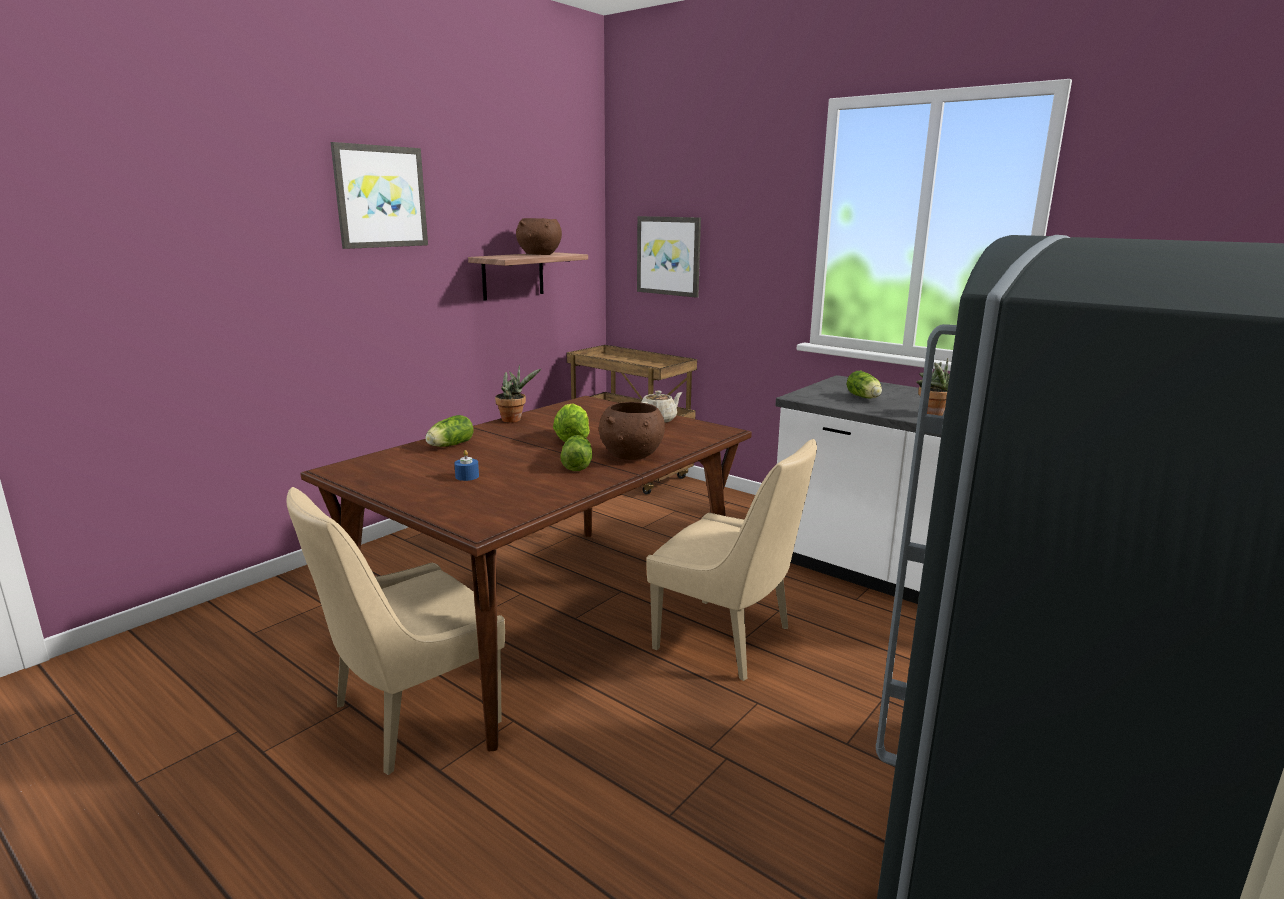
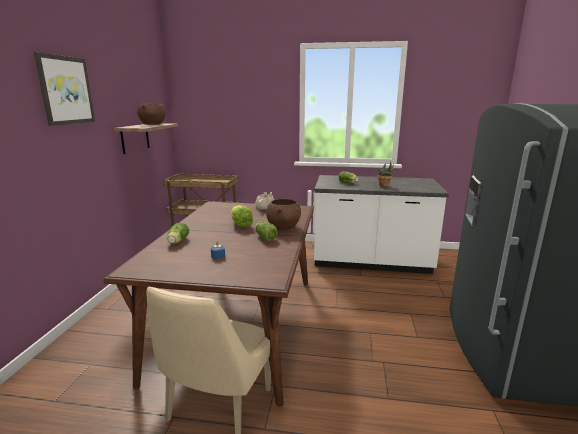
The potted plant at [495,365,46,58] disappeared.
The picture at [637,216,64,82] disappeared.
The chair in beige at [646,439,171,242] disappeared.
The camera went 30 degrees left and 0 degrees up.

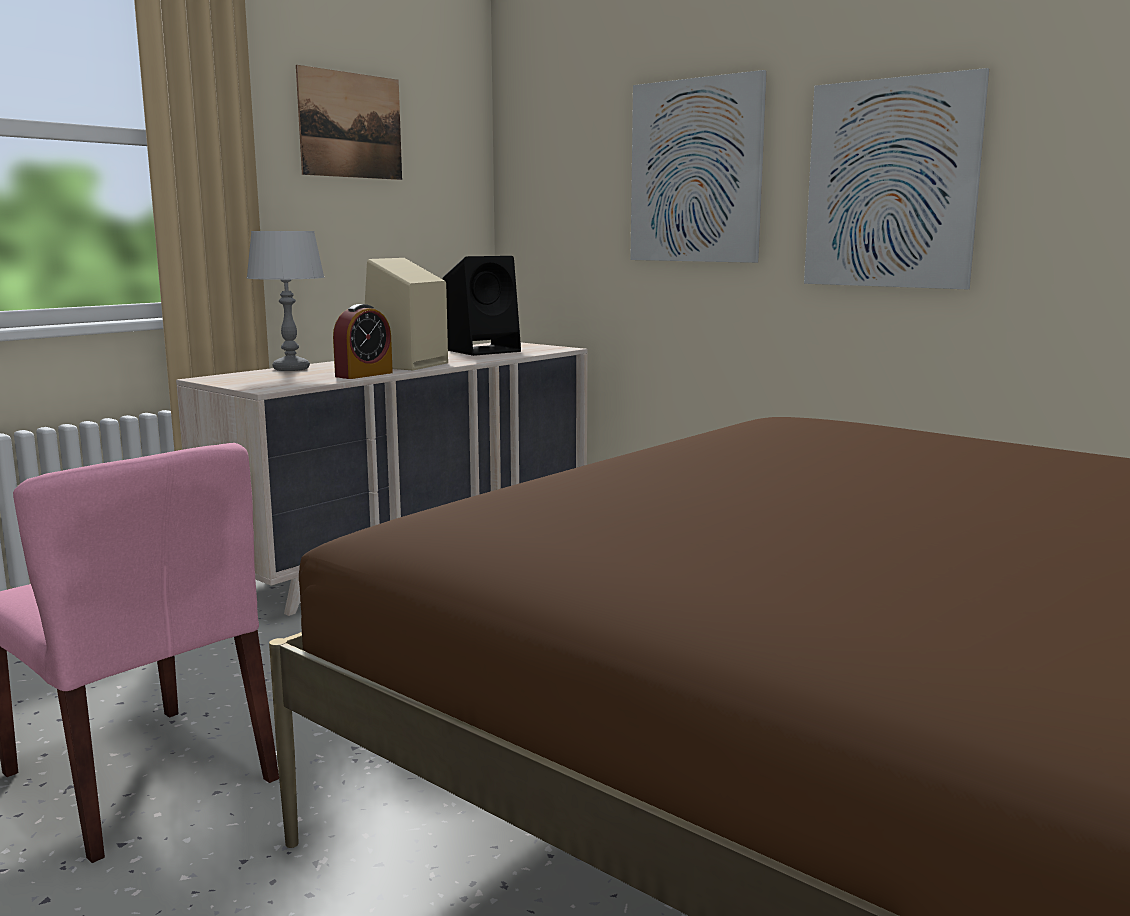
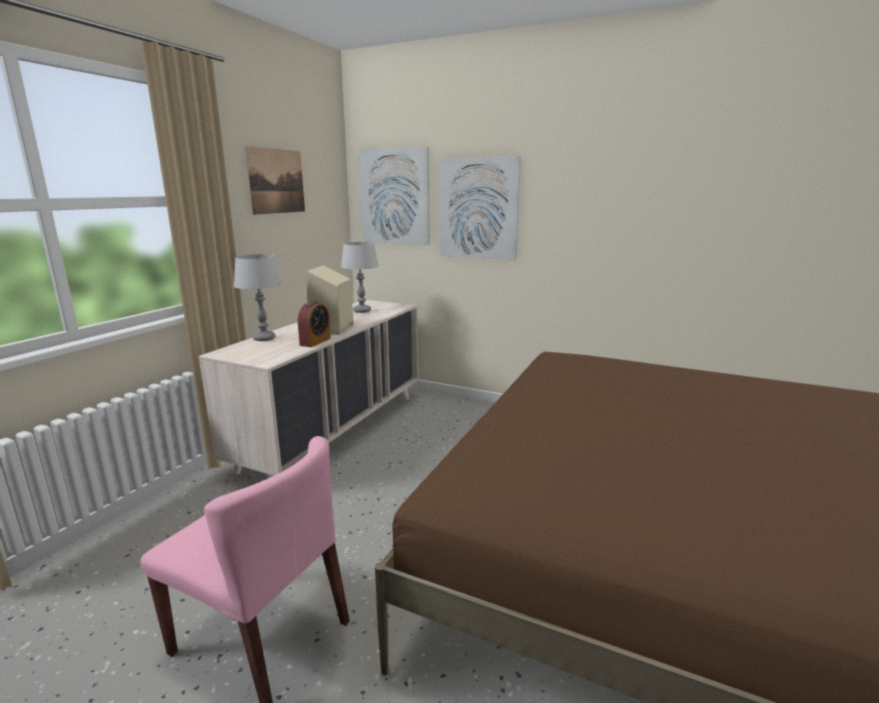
The picture moved from [804,68,185,221] to [358,147,72,98].
The speaker in black at [443,256,78,100] was replaced by the table lamp in grey at [341,242,38,71].
The camera went 15 degrees left and 5 degrees up.

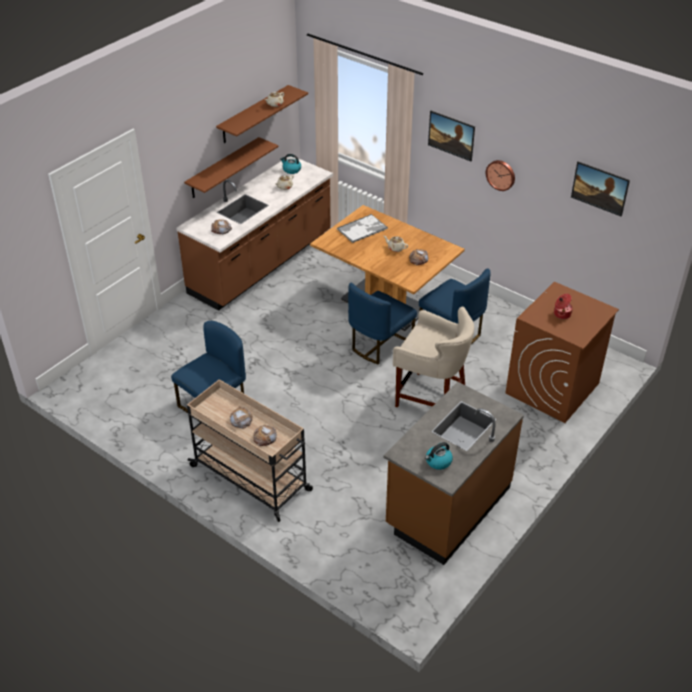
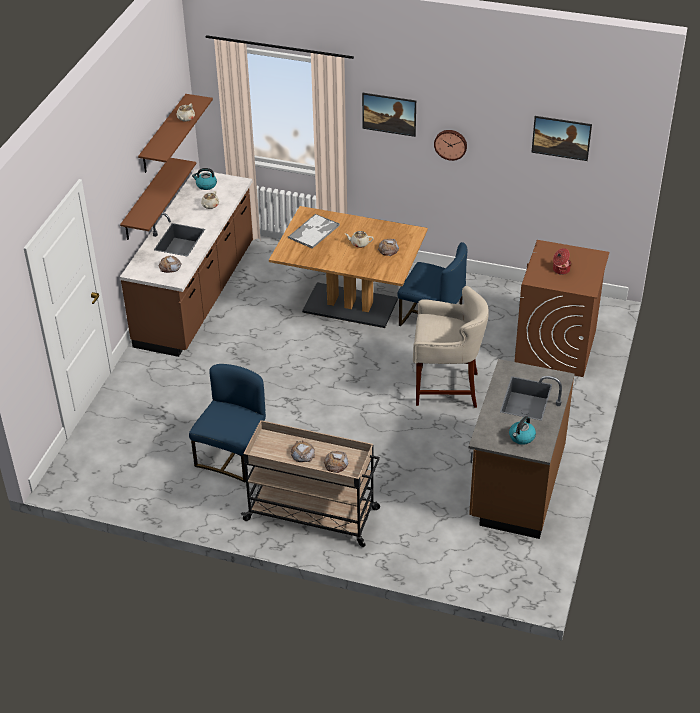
The chair in blue at [348,283,69,81] disappeared.
The camera went 20 degrees left and 0 degrees up.

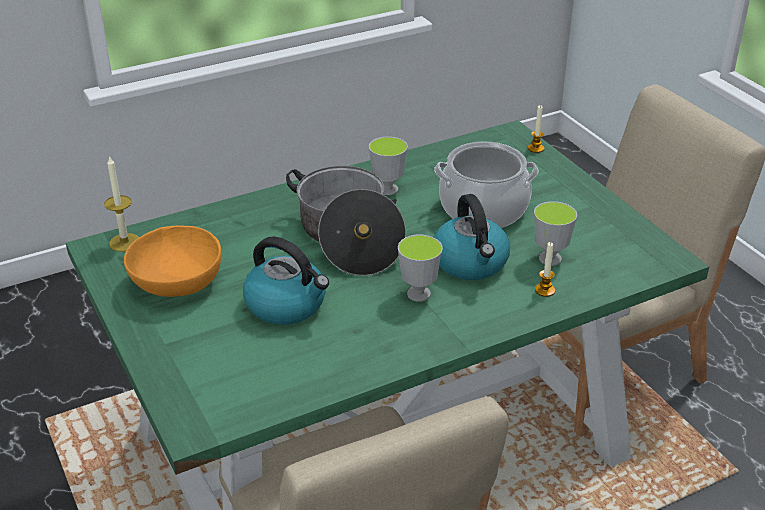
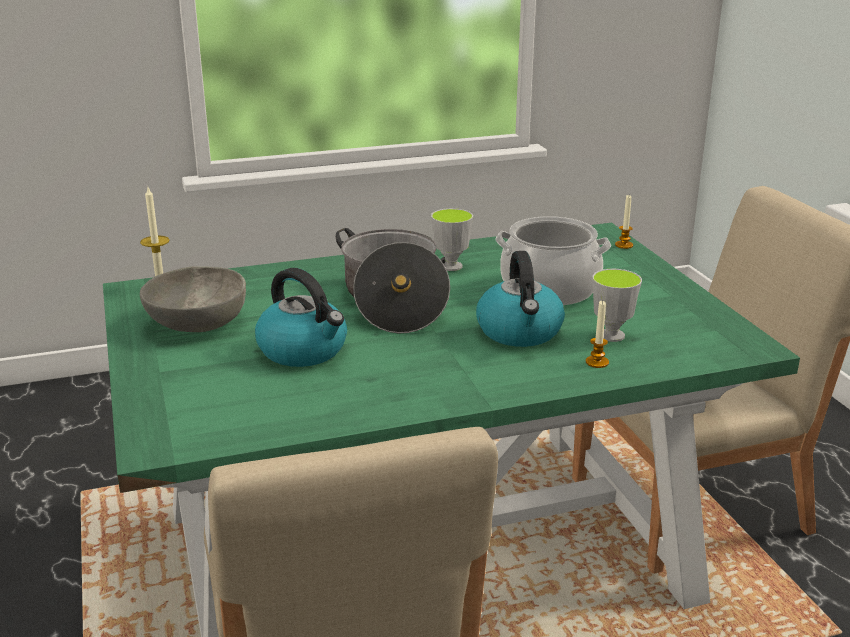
The cup at [398,235,45,67] disappeared.
The bowl in orange at [124,225,97,72] became the bowl in grey at [140,266,106,66].
The camera went 10 degrees right and 10 degrees down.

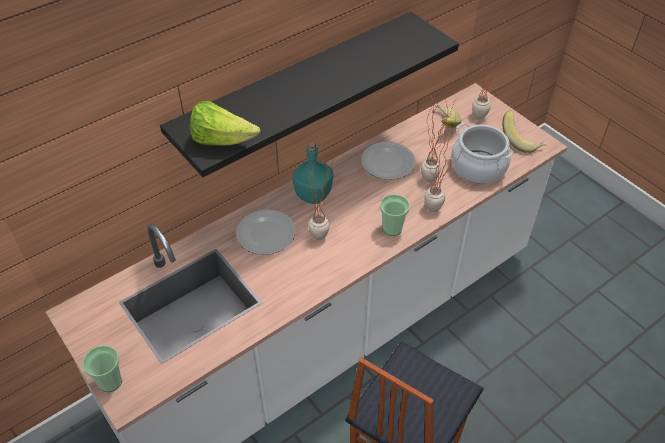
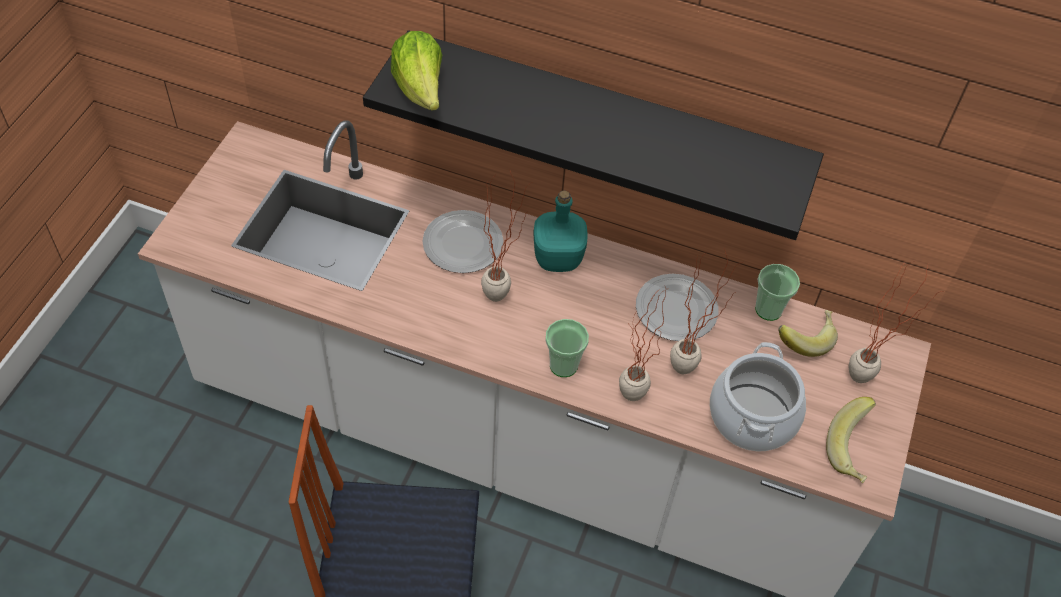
The cup moved from [83,345,39,47] to [755,264,45,57].
The camera went 55 degrees right and 5 degrees up.

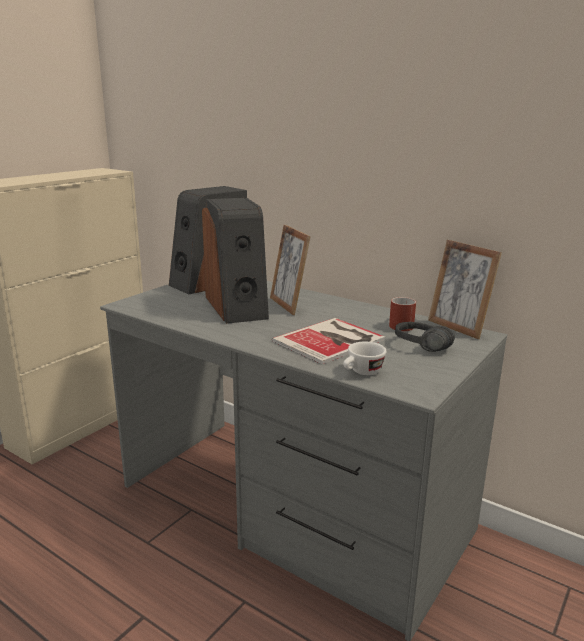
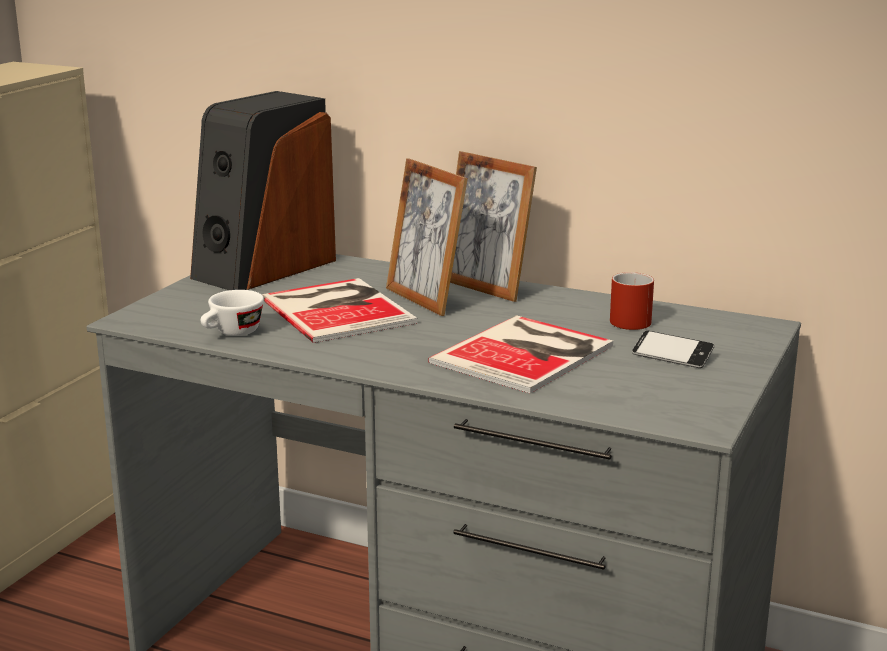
The cup in white moved from [343,342,44,33] to [201,290,63,46].
The picture frame moved from [428,240,74,99] to [450,151,87,151].
The speaker at [202,198,67,126] was replaced by the book at [262,278,155,65].
The headphones in black at [395,322,60,30] was replaced by the phone at [632,330,82,38].
The camera went 10 degrees left and 0 degrees up.

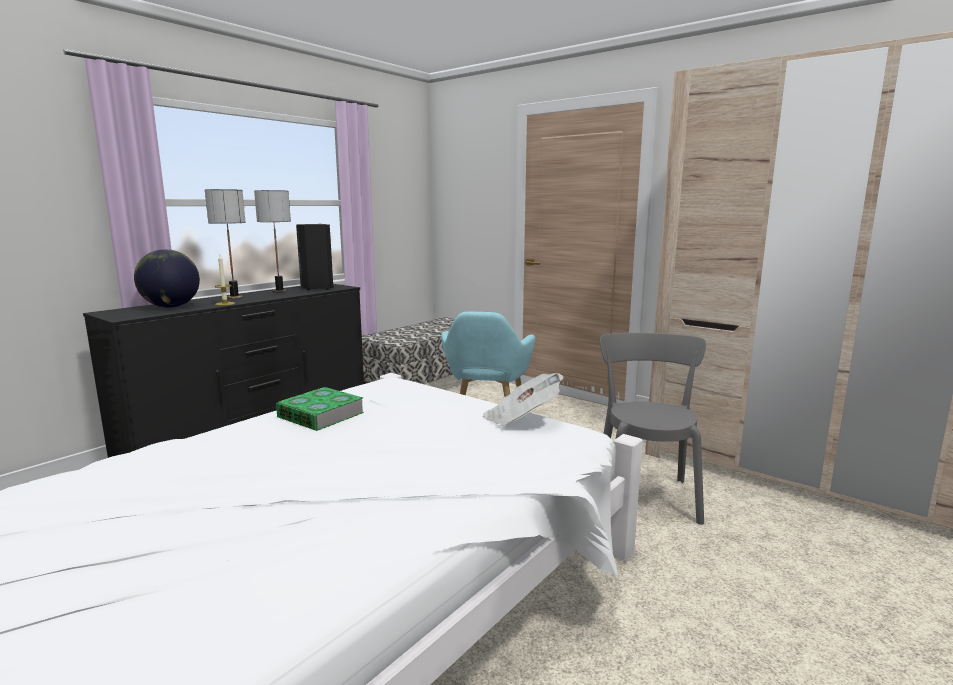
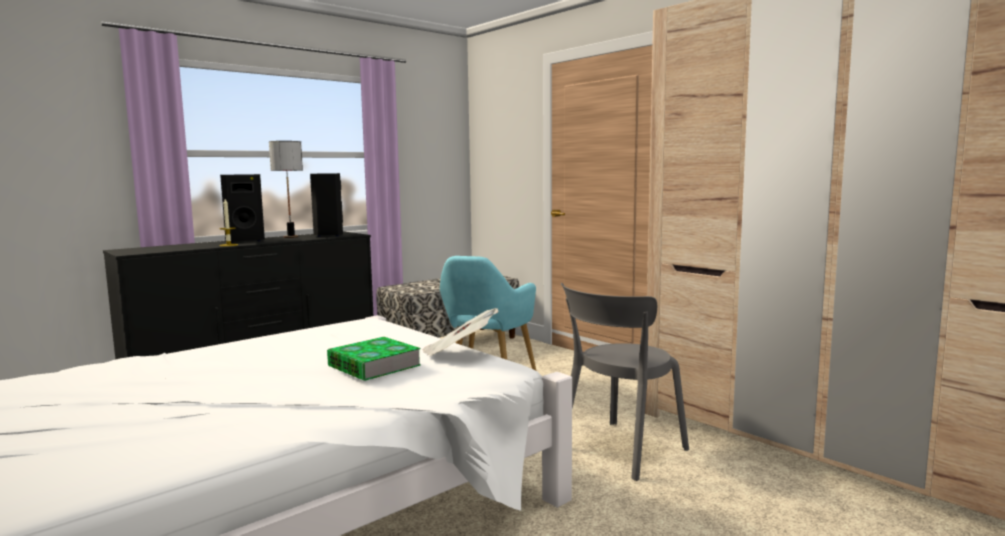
The globe at [134,249,66,59] disappeared.
The book moved from [276,387,88,44] to [327,337,94,44].
The table lamp at [205,189,41,110] was replaced by the speaker in black at [220,174,45,69].
The chair in grey at [600,333,106,192] turned 150 degrees counterclockwise.
The camera went 10 degrees right and 5 degrees down.

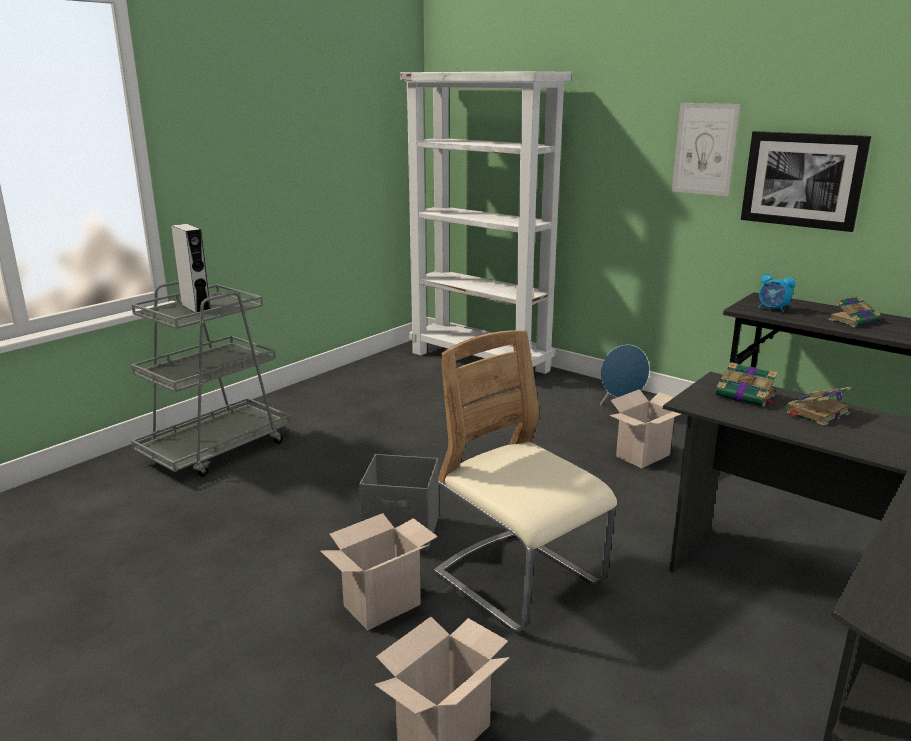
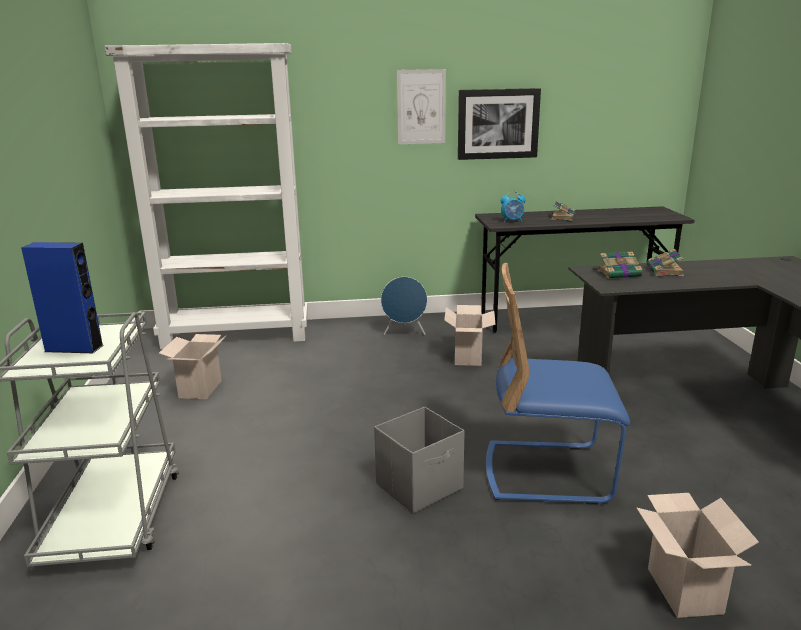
The cardboard box moved from [320,513,118,117] to [159,334,68,65].
The speaker in grey at [171,224,40,89] became the speaker in blue at [21,242,83,111].
The chair in beige at [434,330,183,302] became the chair in blue at [486,263,144,242].
The camera went 45 degrees left and 0 degrees up.

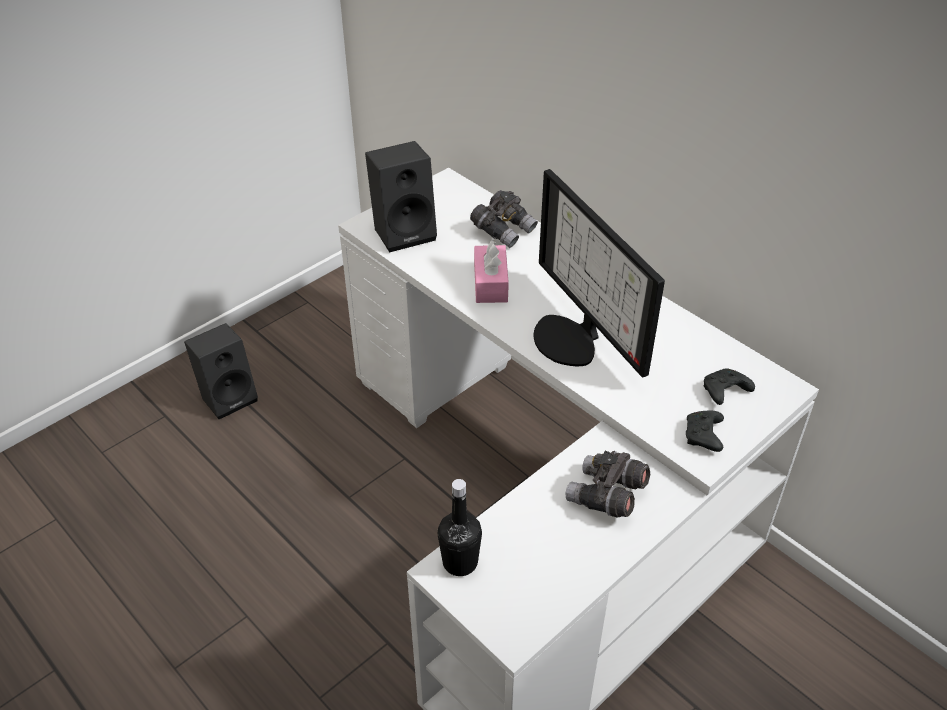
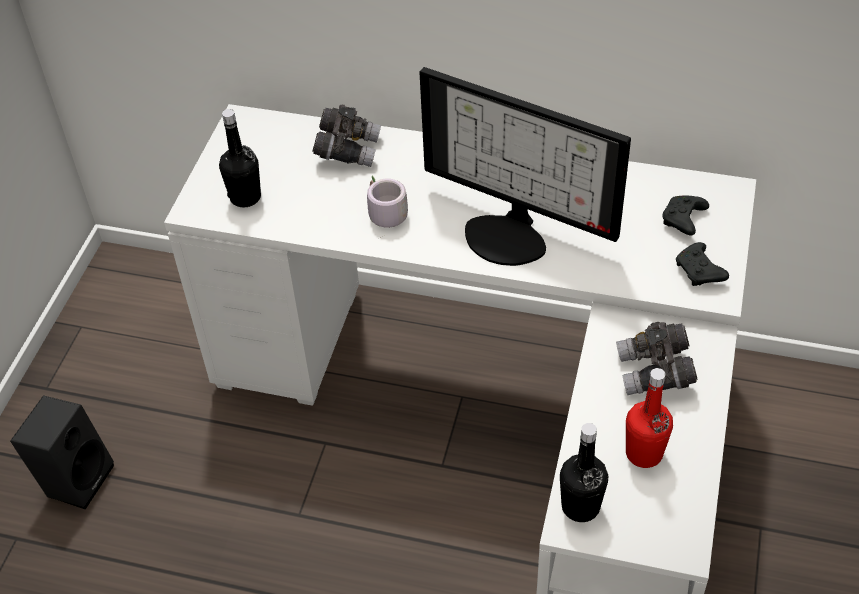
The bottle in red at [626,368,47,100] appeared.
The speaker in black at [365,141,72,112] was replaced by the bottle in black at [219,109,42,99].
The tissue box in pink at [474,240,35,63] was replaced by the mug in grey at [367,175,41,61].
The camera went 30 degrees left and 5 degrees up.

